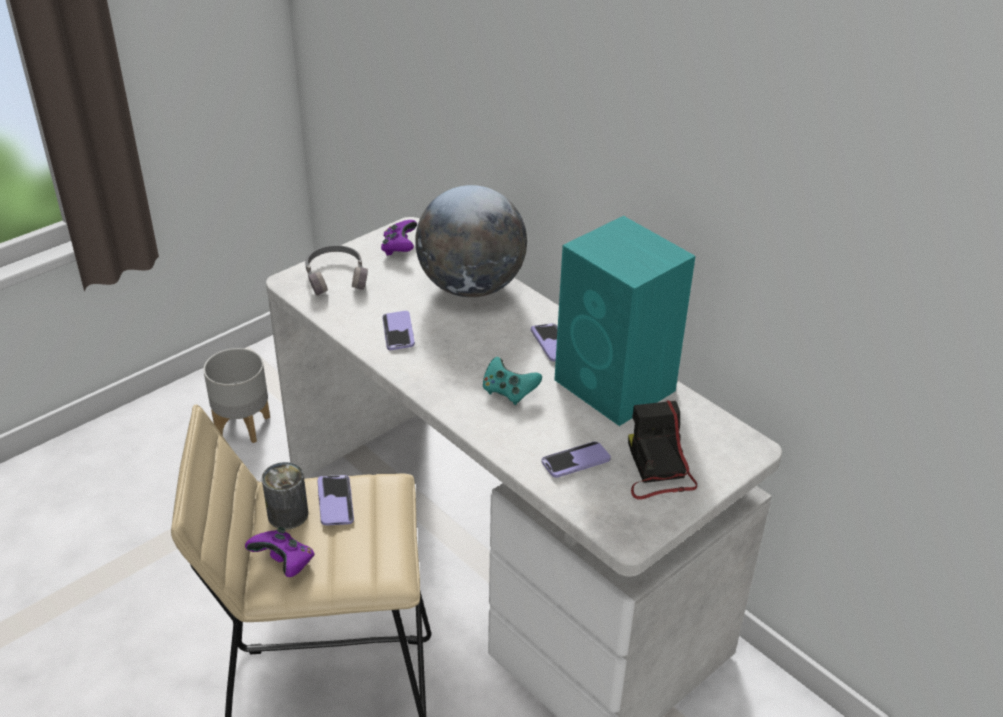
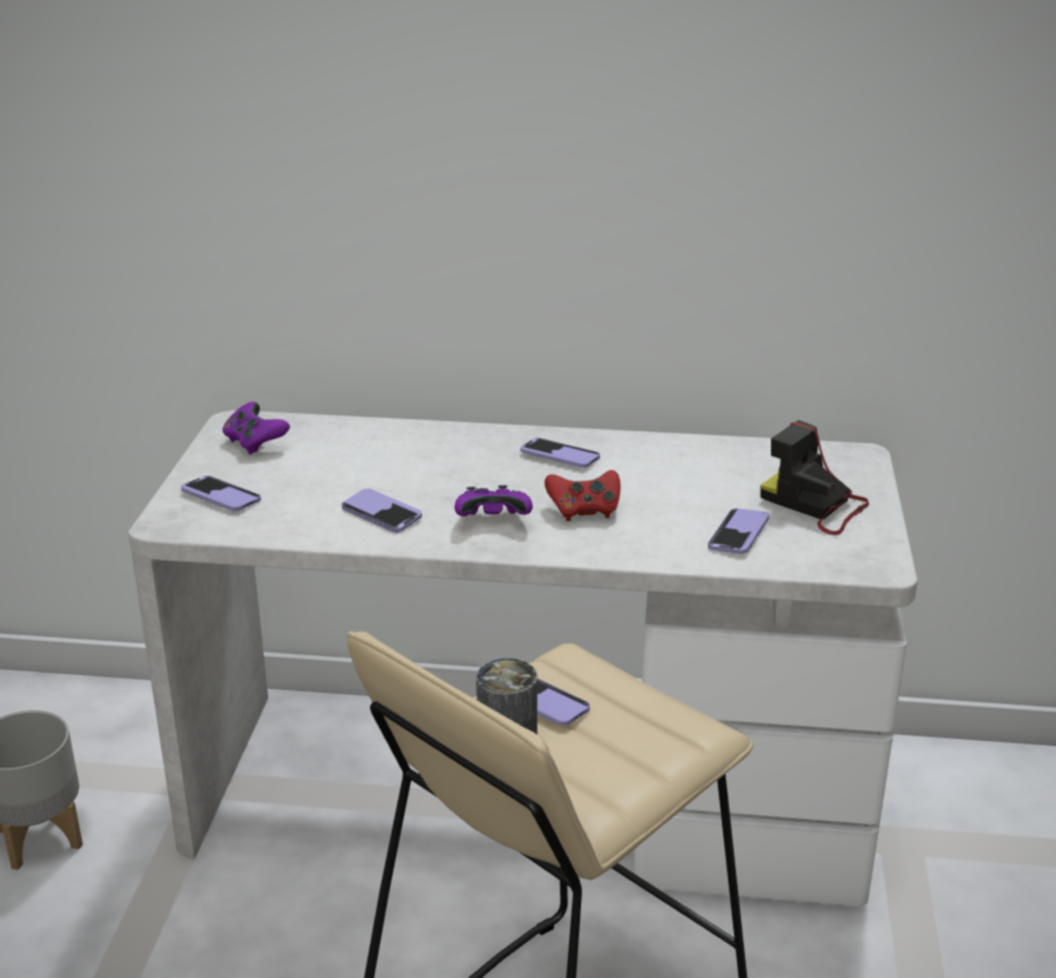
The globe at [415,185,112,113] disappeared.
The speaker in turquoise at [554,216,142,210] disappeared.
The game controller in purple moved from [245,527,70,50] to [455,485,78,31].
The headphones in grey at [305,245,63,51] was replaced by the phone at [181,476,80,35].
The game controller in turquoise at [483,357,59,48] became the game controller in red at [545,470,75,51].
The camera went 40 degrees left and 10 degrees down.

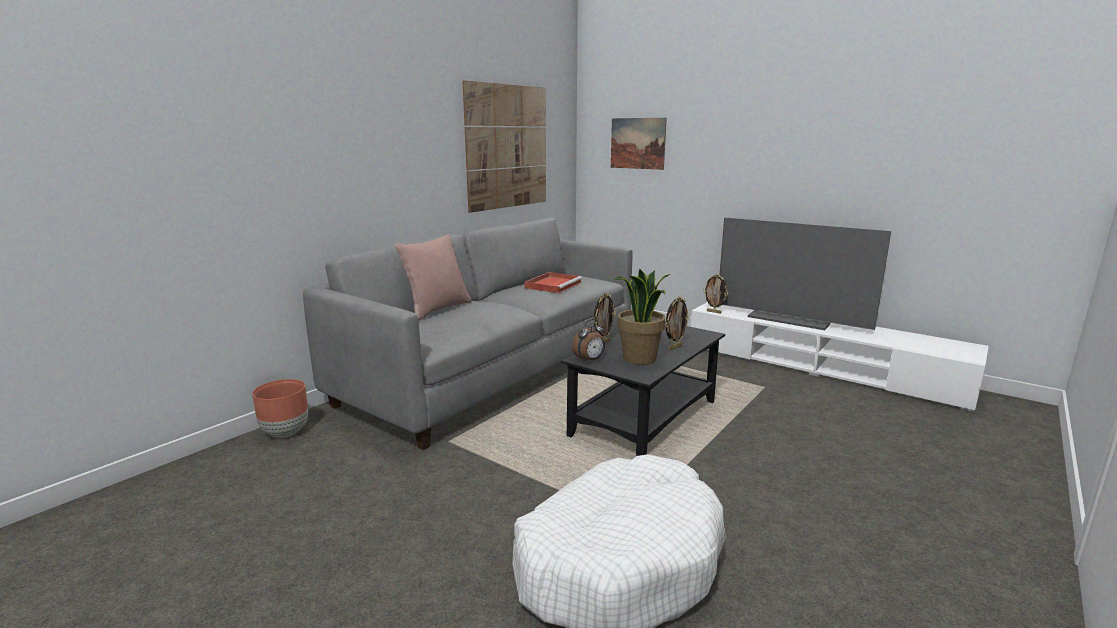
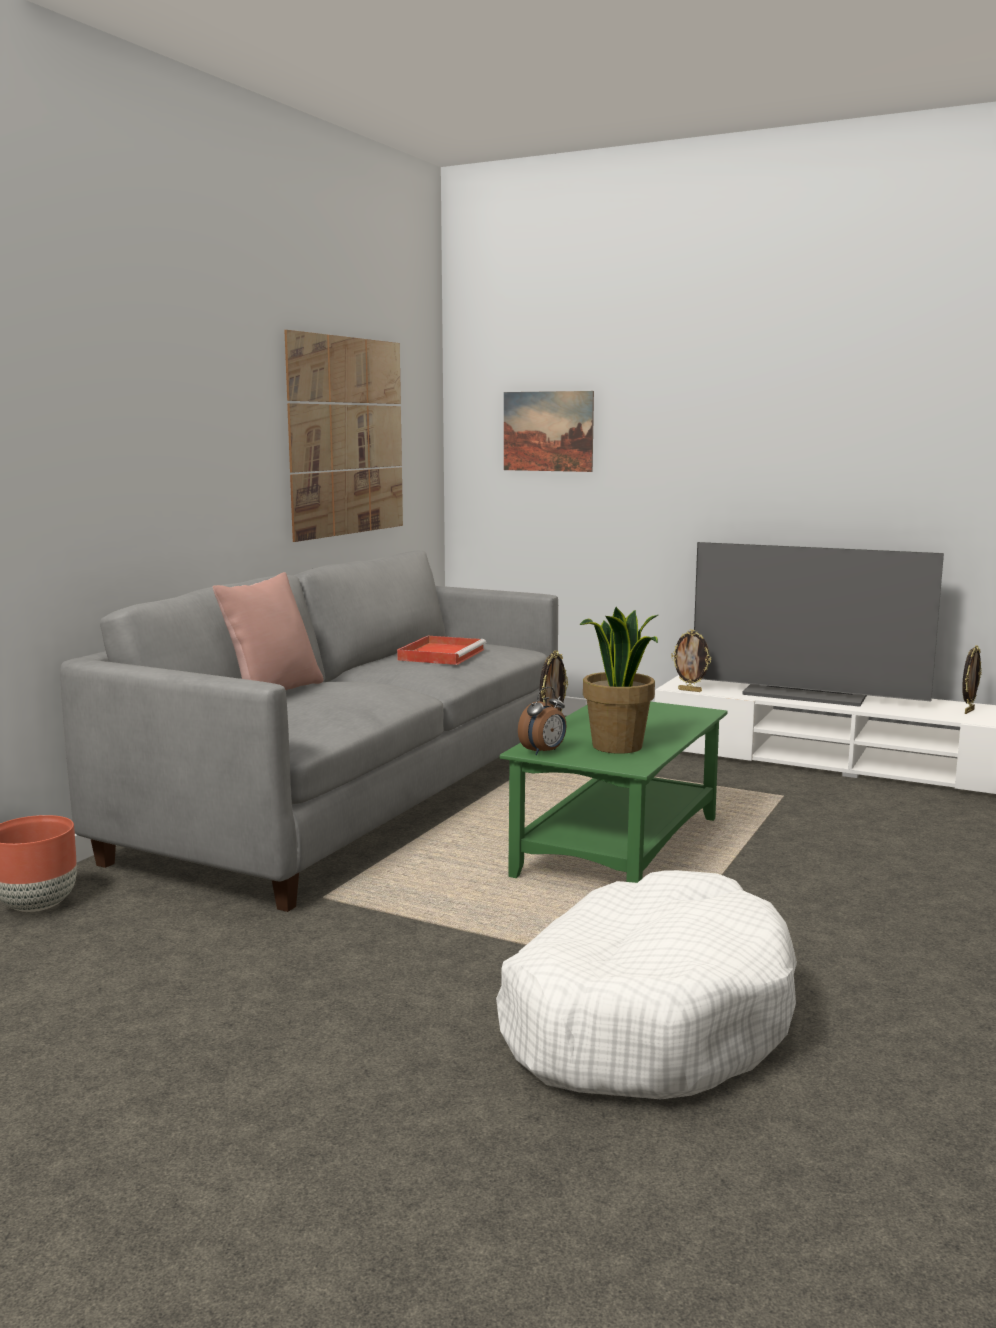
The picture frame moved from [666,296,23,54] to [962,645,20,69].
The coffee table in black at [561,322,164,134] became the coffee table in green at [500,702,228,181].
The camera went 10 degrees left and 5 degrees down.

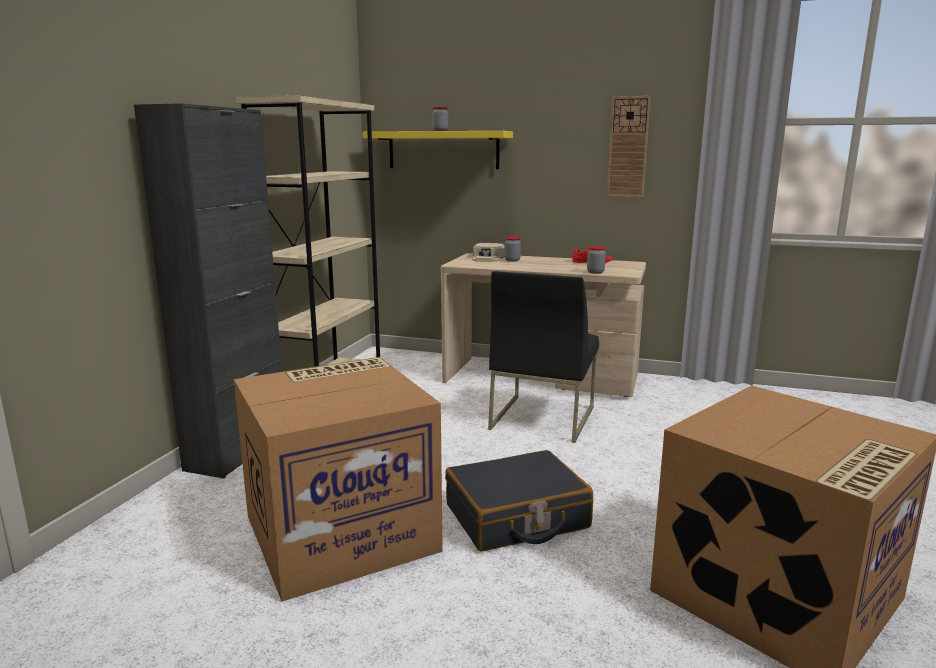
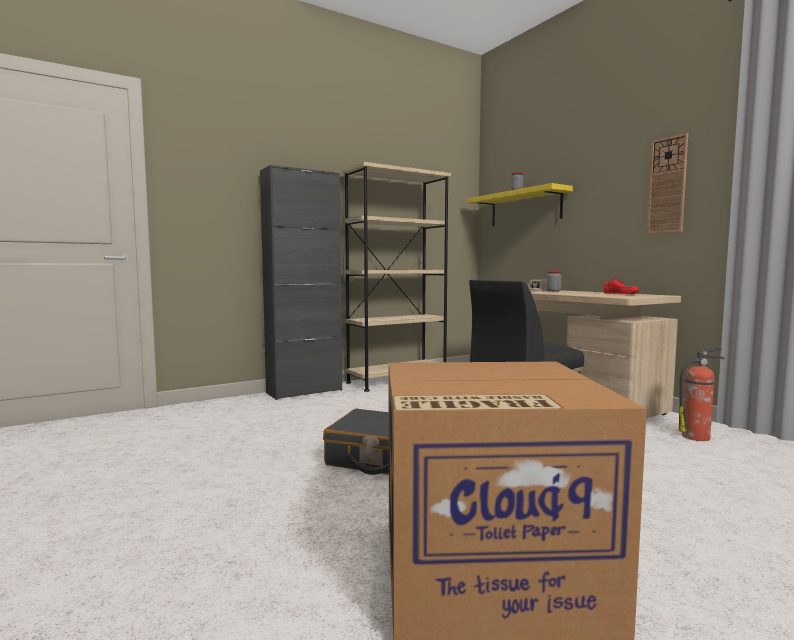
The cardboard box at [234,357,209,244] disappeared.
The jar at [587,246,19,28] disappeared.
The fire extinguisher at [679,348,46,93] appeared.
The camera went 40 degrees right and 10 degrees down.

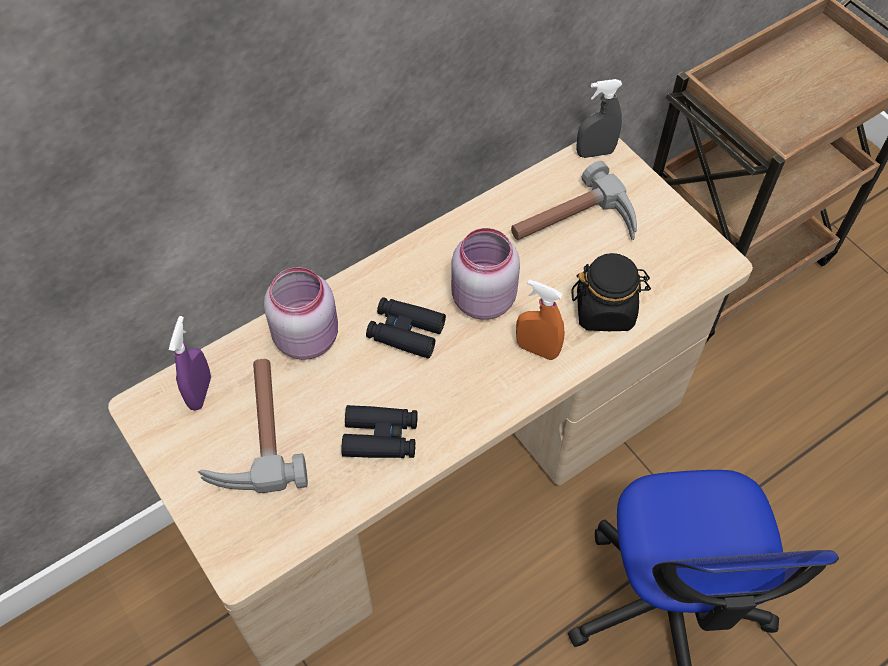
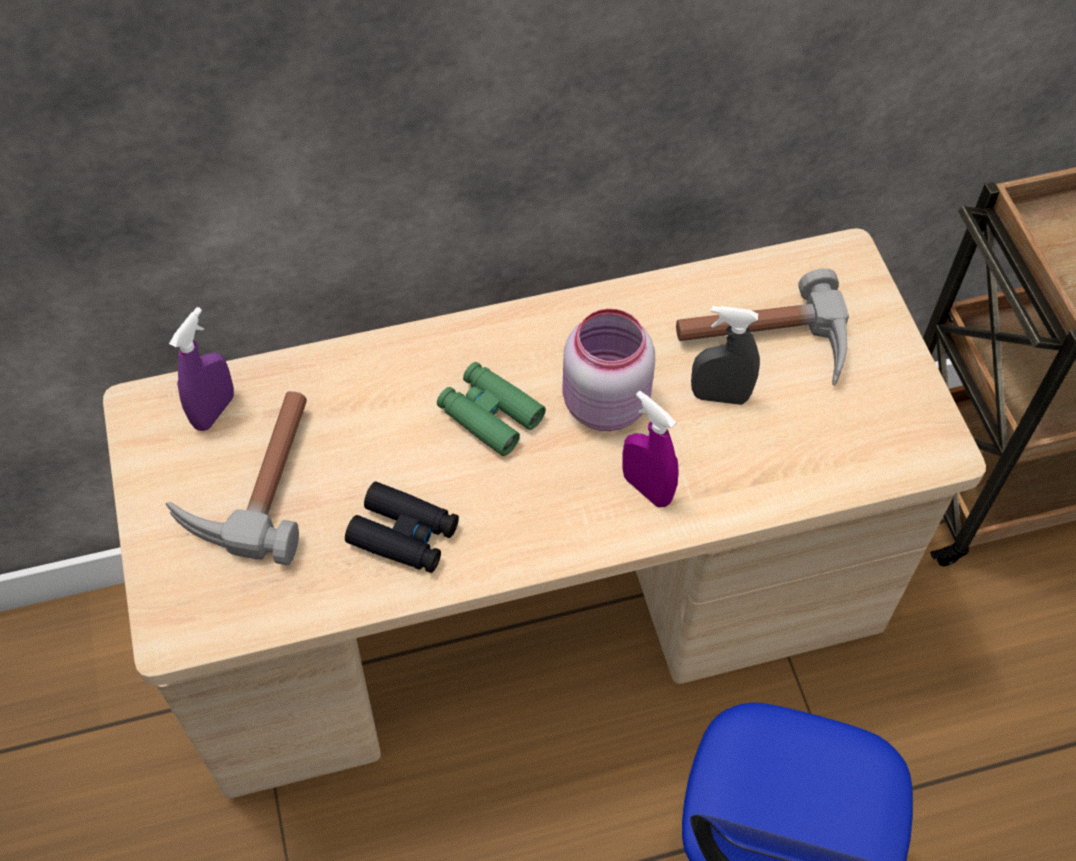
The jar in pink at [264,267,74,93] disappeared.
The jar in black at [571,253,80,78] disappeared.
The spray bottle in grey moved from [576,79,46,79] to [691,306,69,99].
The binoculars in black at [366,297,80,62] became the binoculars in green at [437,362,109,94].
The spray bottle in orange at [516,279,49,81] became the spray bottle in purple at [622,391,57,116].
The camera went 20 degrees right and 0 degrees up.

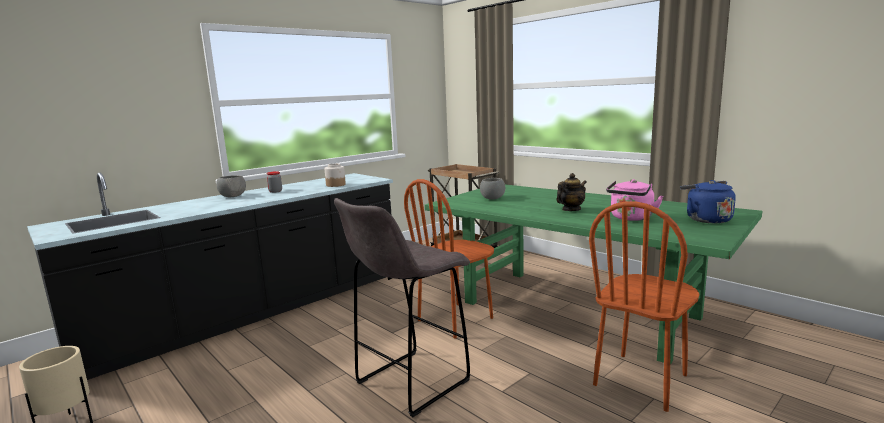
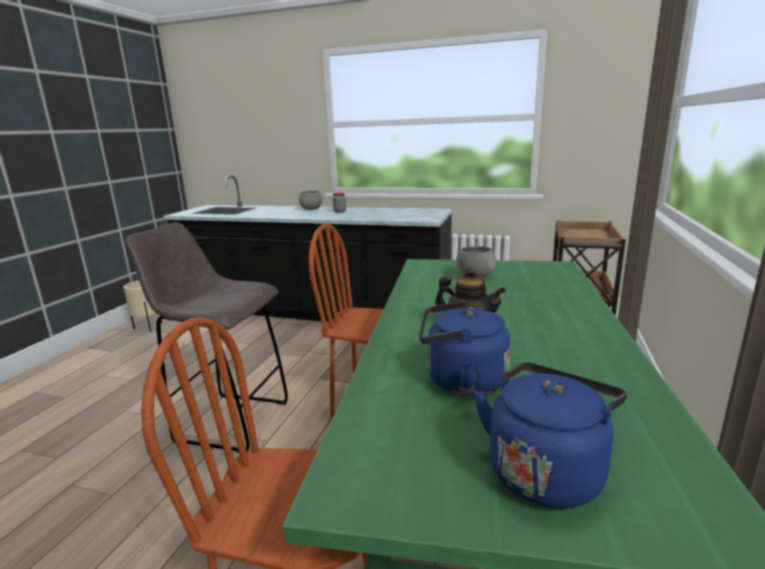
The jar at [324,163,22,24] disappeared.
The kettle in pink at [606,179,57,42] became the kettle in blue at [419,301,92,95].
The camera went 60 degrees right and 5 degrees up.

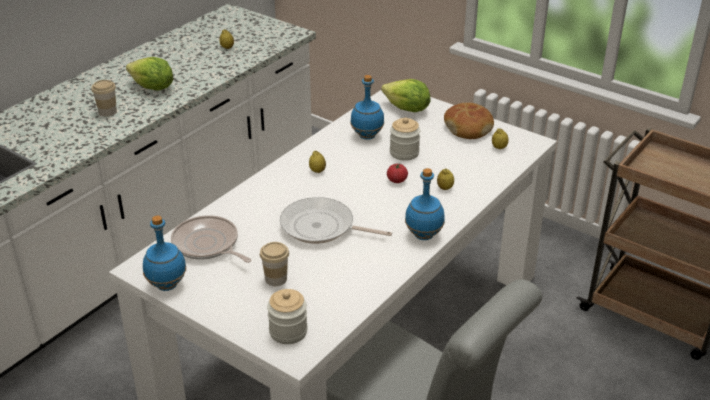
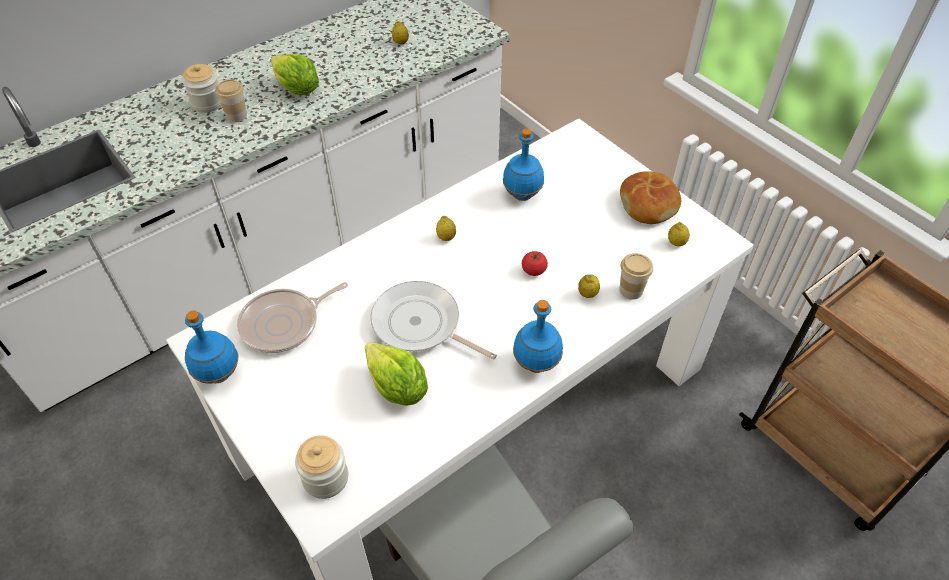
The cup moved from [260,242,29,44] to [619,253,34,47].
The lettuce moved from [381,79,49,33] to [365,342,63,64].
The jar moved from [390,118,31,43] to [183,64,39,49].
The frying pan at [171,215,81,48] turned 90 degrees counterclockwise.
The camera went 15 degrees right and 15 degrees up.

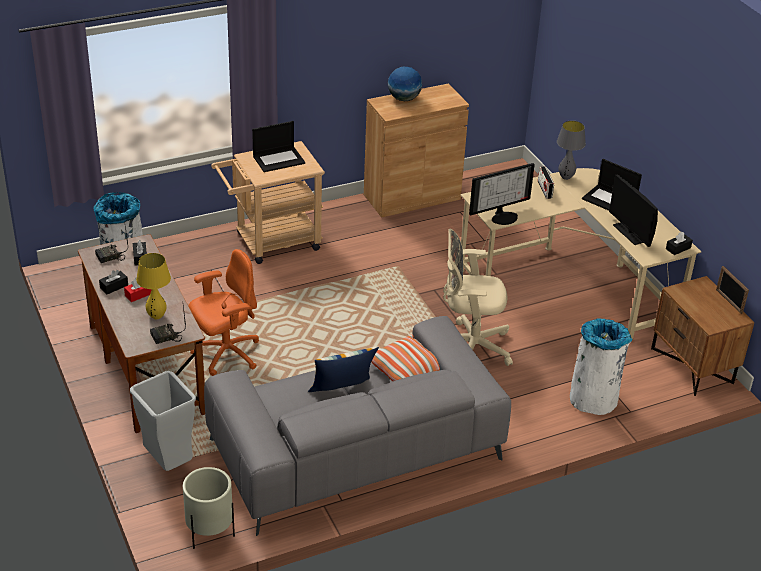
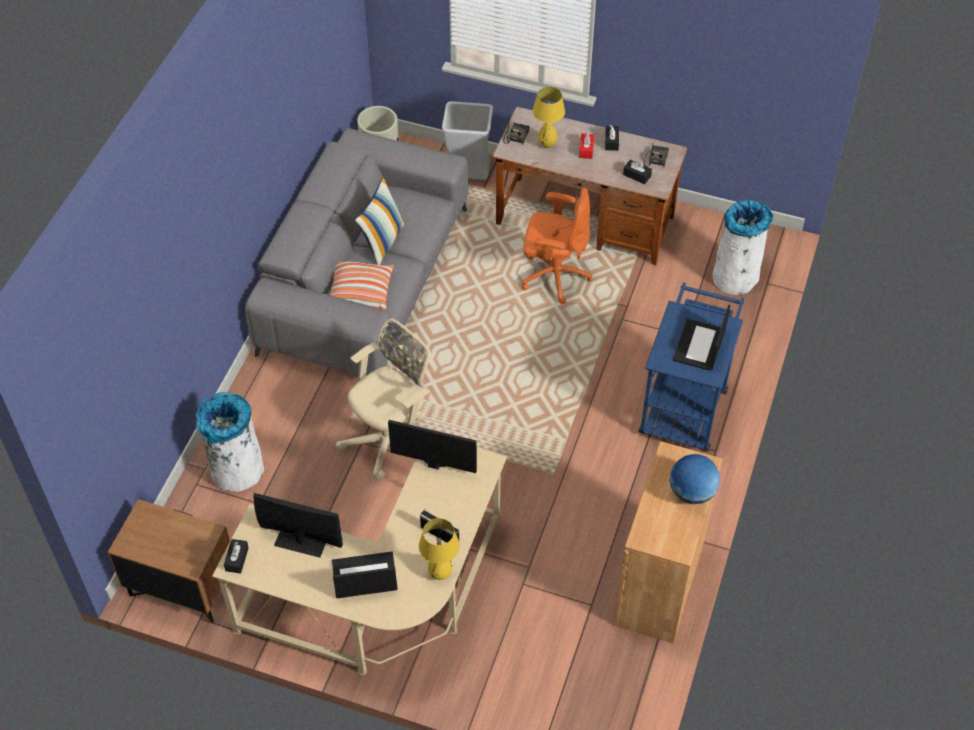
The picture frame at [716,266,33,48] disappeared.
The cart in beige at [211,141,114,123] became the cart in blue at [639,282,106,170].
The table lamp in grey at [557,121,29,59] became the table lamp in yellow at [419,518,41,62].
The office chair in orange at [188,249,71,127] turned 90 degrees counterclockwise.
The monitor at [469,163,66,62] turned 90 degrees clockwise.
The camera went 135 degrees right and 15 degrees up.

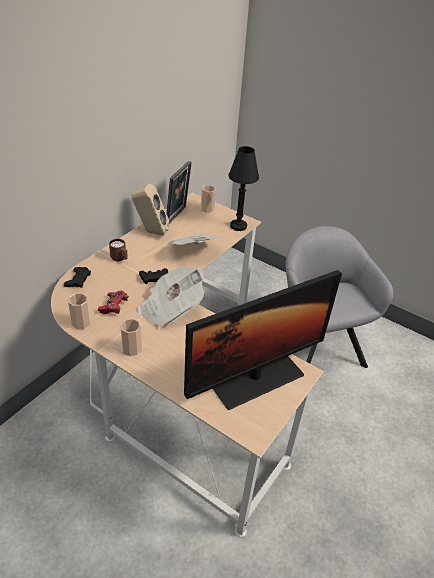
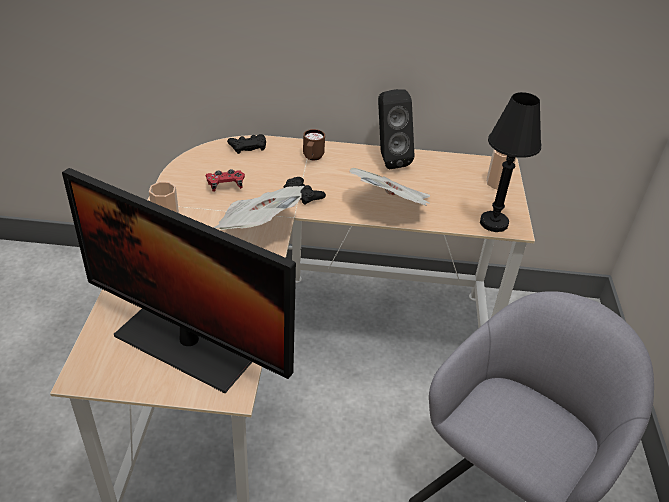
The cup at [68,293,23,36] disappeared.
The picture frame at [166,161,26,63] disappeared.
The speaker in beige at [131,184,38,52] became the speaker in black at [378,89,37,80].
The camera went 60 degrees right and 0 degrees up.

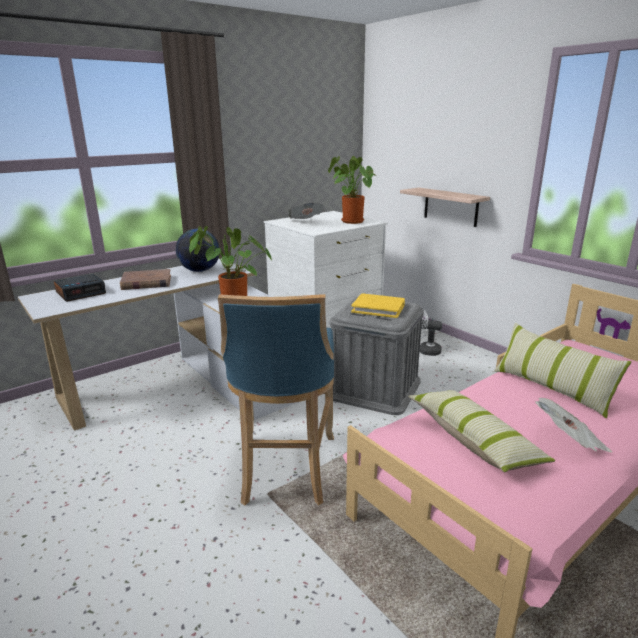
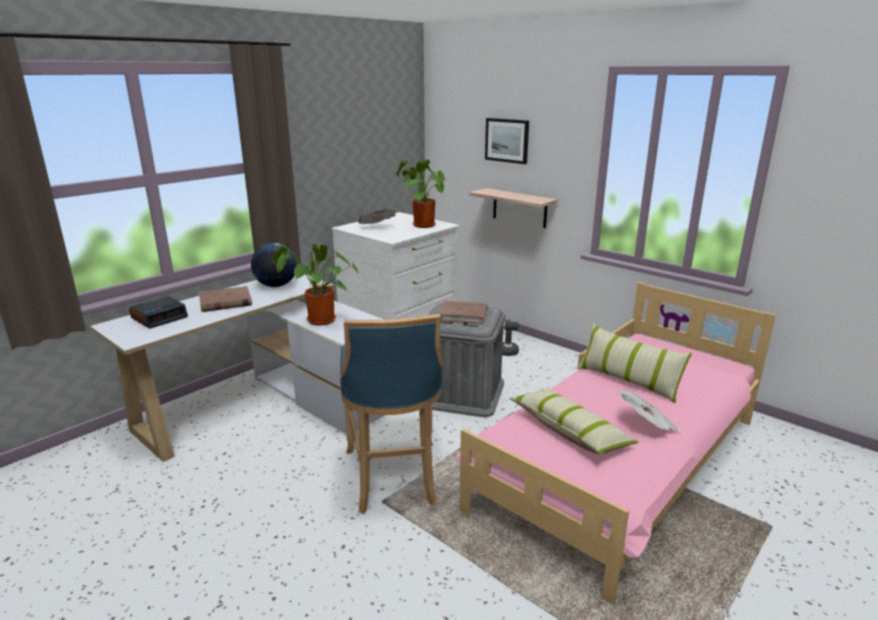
The picture at [485,118,44,46] appeared.
The book in yellow at [351,293,54,25] became the book in brown at [438,301,49,23].
The camera went 10 degrees left and 0 degrees up.

